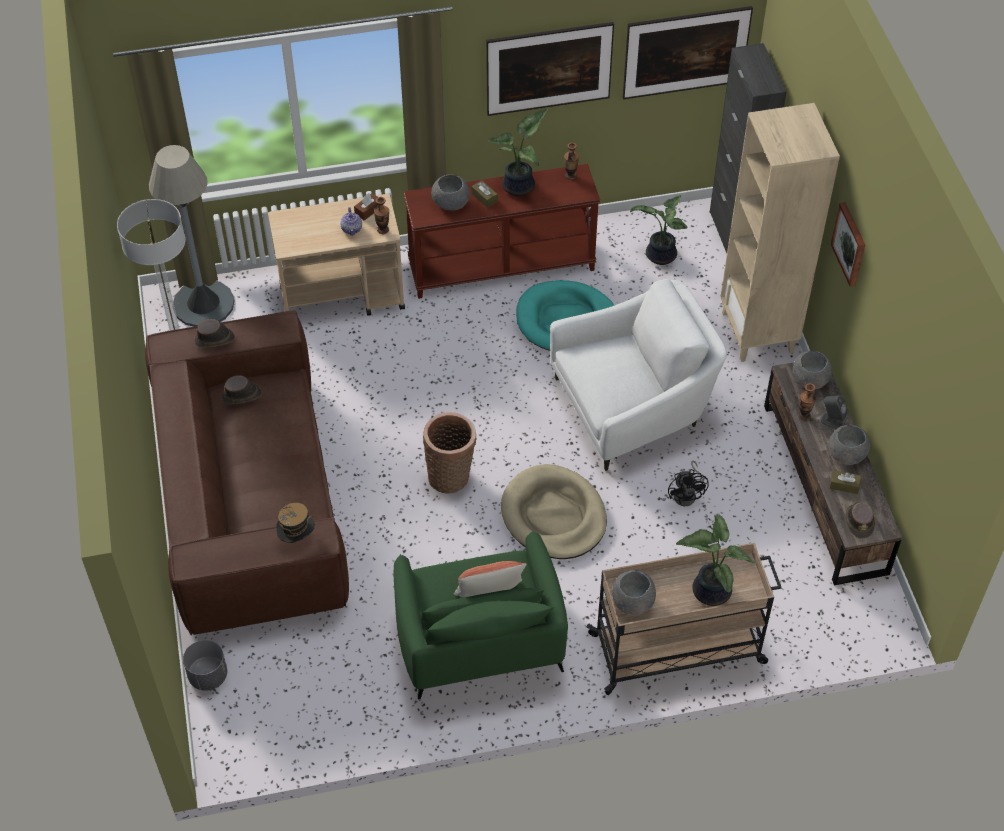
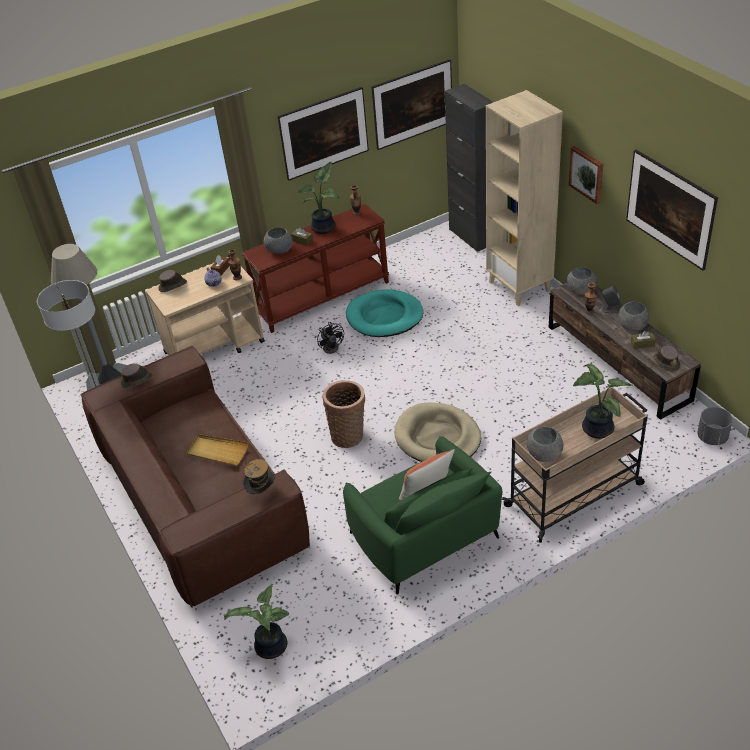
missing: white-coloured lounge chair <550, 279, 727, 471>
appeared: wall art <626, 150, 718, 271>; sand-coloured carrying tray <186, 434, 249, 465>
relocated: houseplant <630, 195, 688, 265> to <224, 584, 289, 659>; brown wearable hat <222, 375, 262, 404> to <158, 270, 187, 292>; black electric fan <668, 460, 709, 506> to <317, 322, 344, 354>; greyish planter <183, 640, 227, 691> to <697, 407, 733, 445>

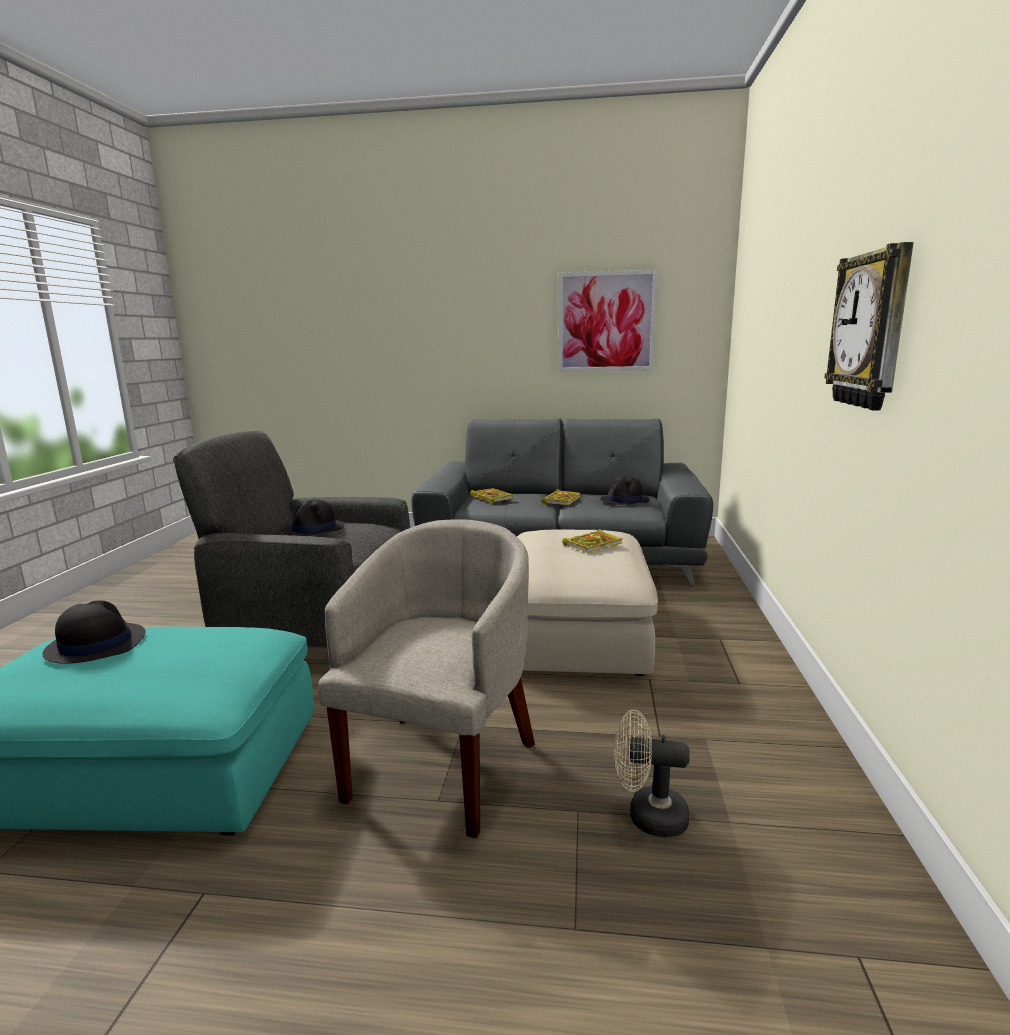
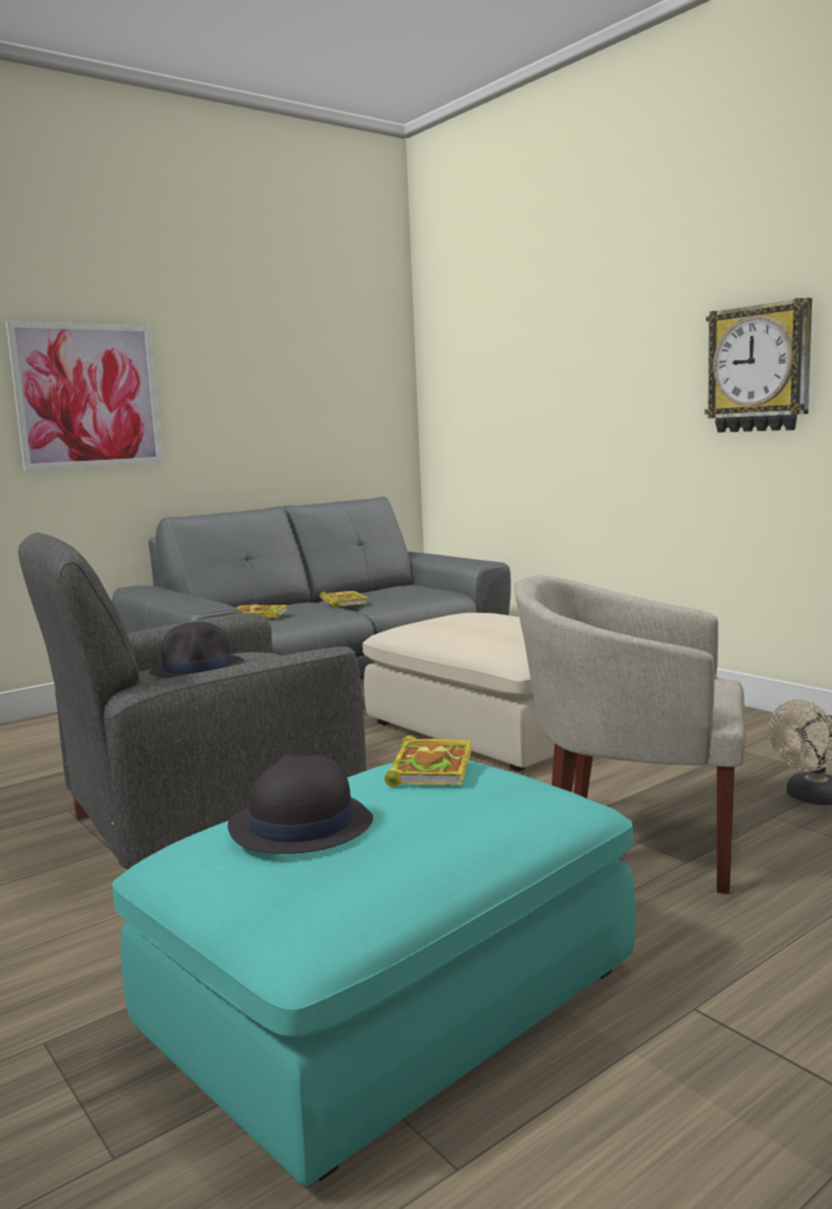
missing: black wearable hat <601, 476, 650, 505>
relocated: wall art <558, 270, 658, 372> to <6, 321, 163, 471>; volume <562, 529, 623, 553> to <384, 735, 472, 787>
spun: sand-coloured lounge chair <318, 519, 535, 838> = <514, 575, 745, 894> 45 degrees counterclockwise

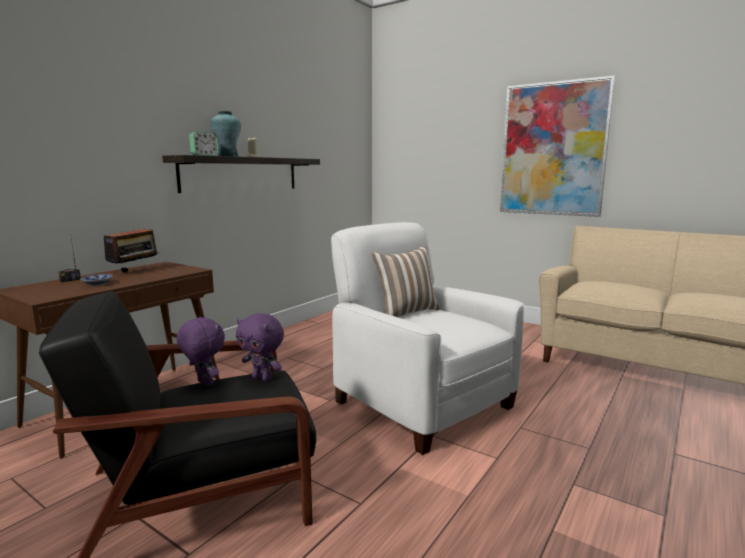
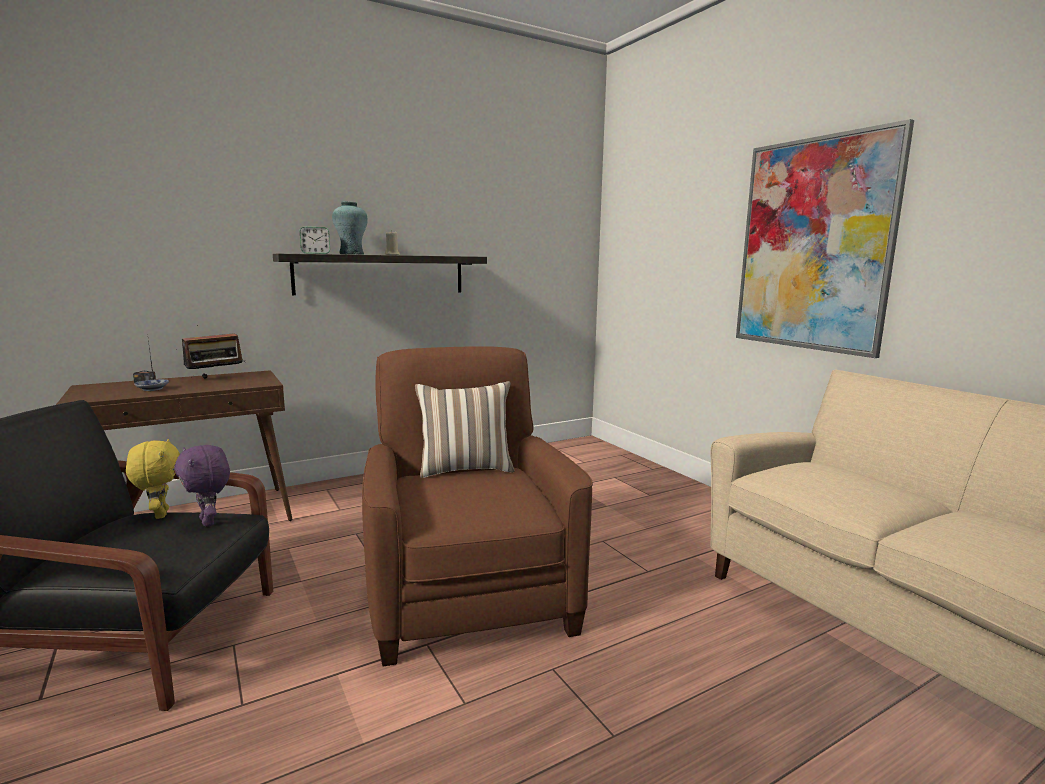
colour: white-coloured lounge chair <331, 222, 524, 455> to brown lounge chair <362, 346, 593, 667>; purple soft toy <177, 317, 225, 386> to yellow-coloured soft toy <126, 439, 180, 519>

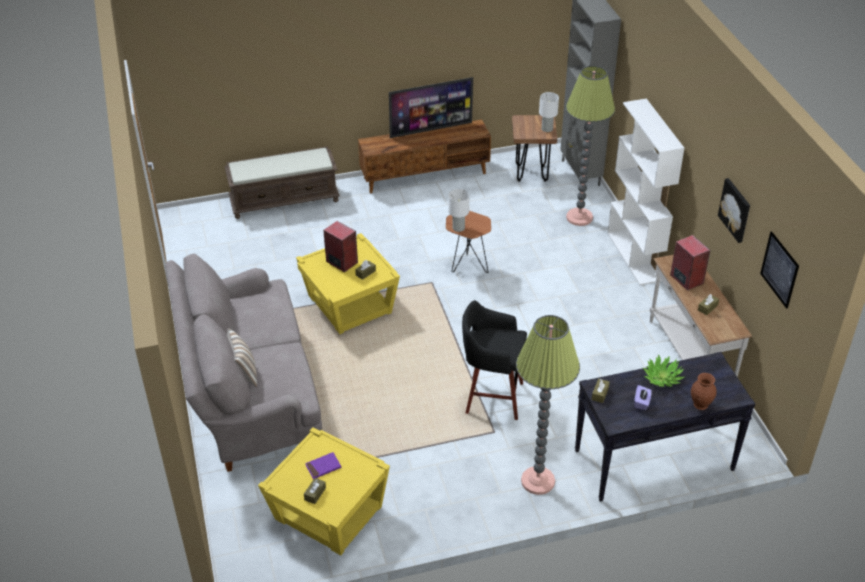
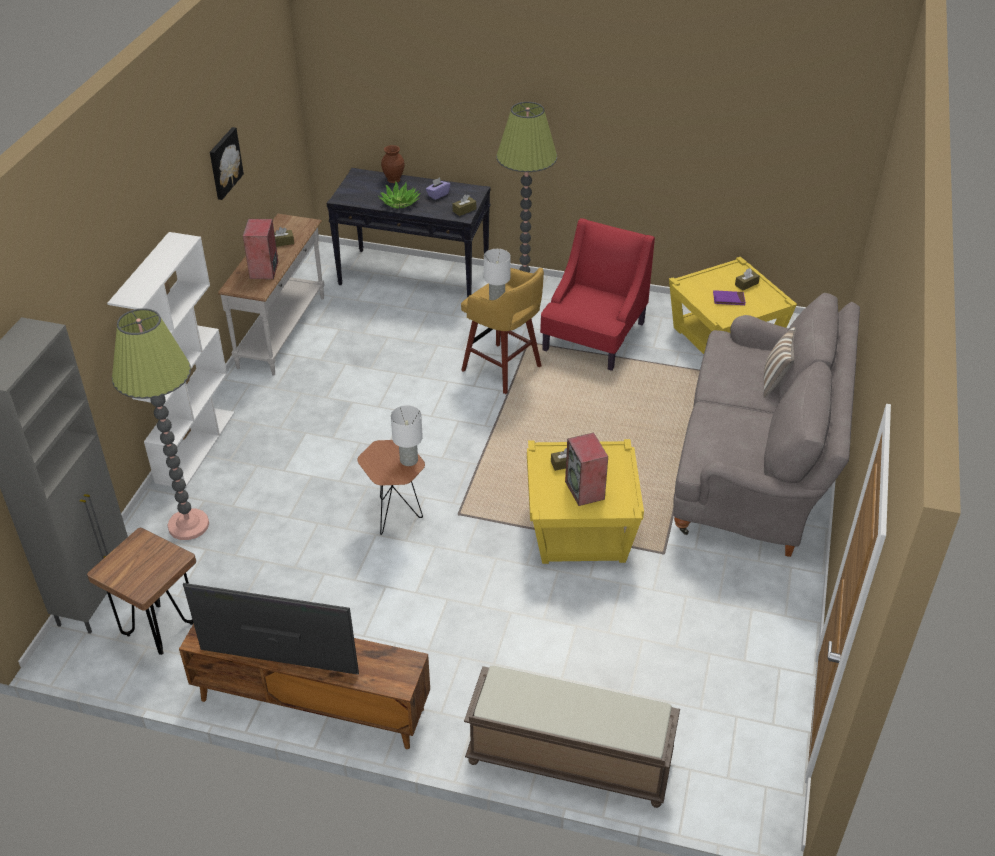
missing: wall art <760, 231, 799, 309>
appeared: red lounge chair <540, 218, 655, 371>
relocated: white-coloured lamp for a table <539, 92, 559, 132> to <484, 249, 511, 300>
colour: black sitting stool <462, 300, 527, 420> to yellow-coloured sitting stool <461, 268, 544, 394>

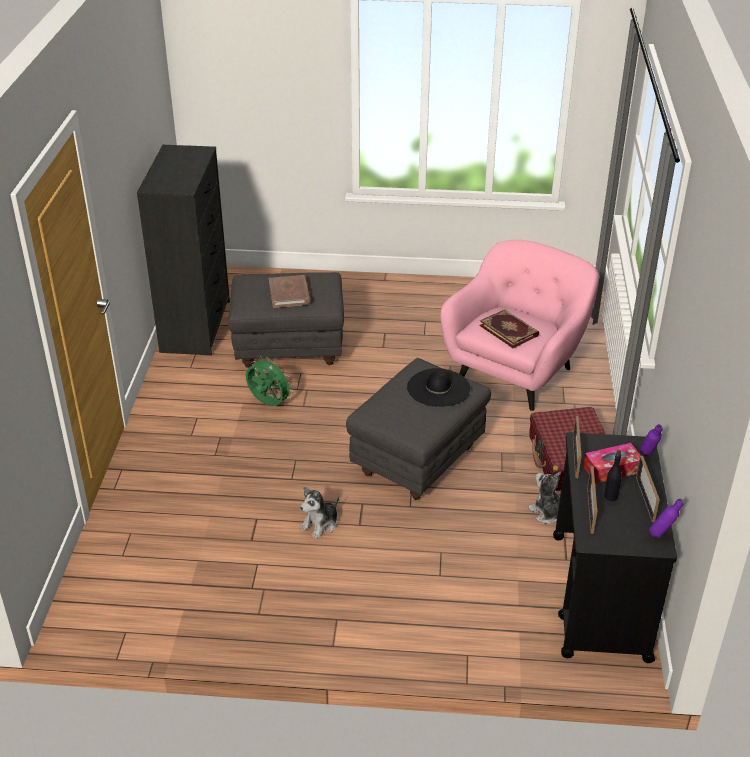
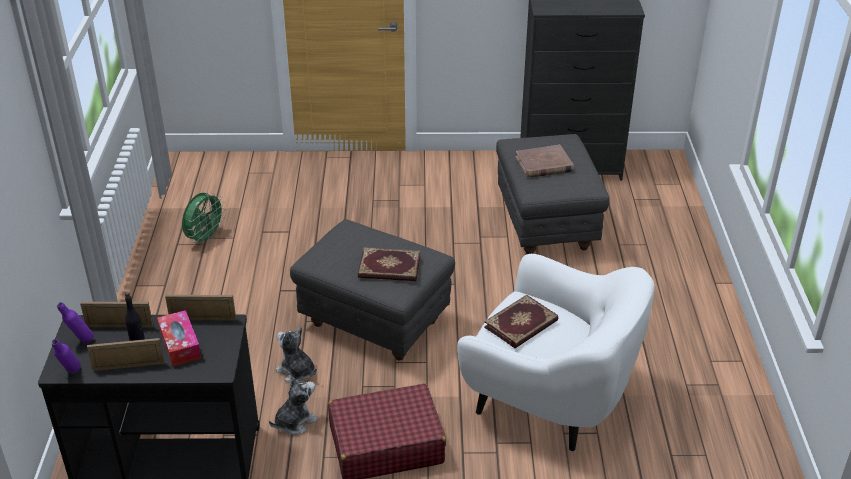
relocated: green-coloured electric fan <246, 356, 293, 406> to <182, 192, 226, 245>; purple bottle <640, 424, 663, 456> to <57, 302, 94, 344>; soft toy <300, 487, 339, 539> to <275, 326, 317, 383>
exchanged: black wearable hat <407, 368, 470, 407> to volume <358, 247, 421, 281>
colour: pink-coloured lounge chair <440, 240, 599, 411> to white-coloured lounge chair <457, 254, 655, 451>

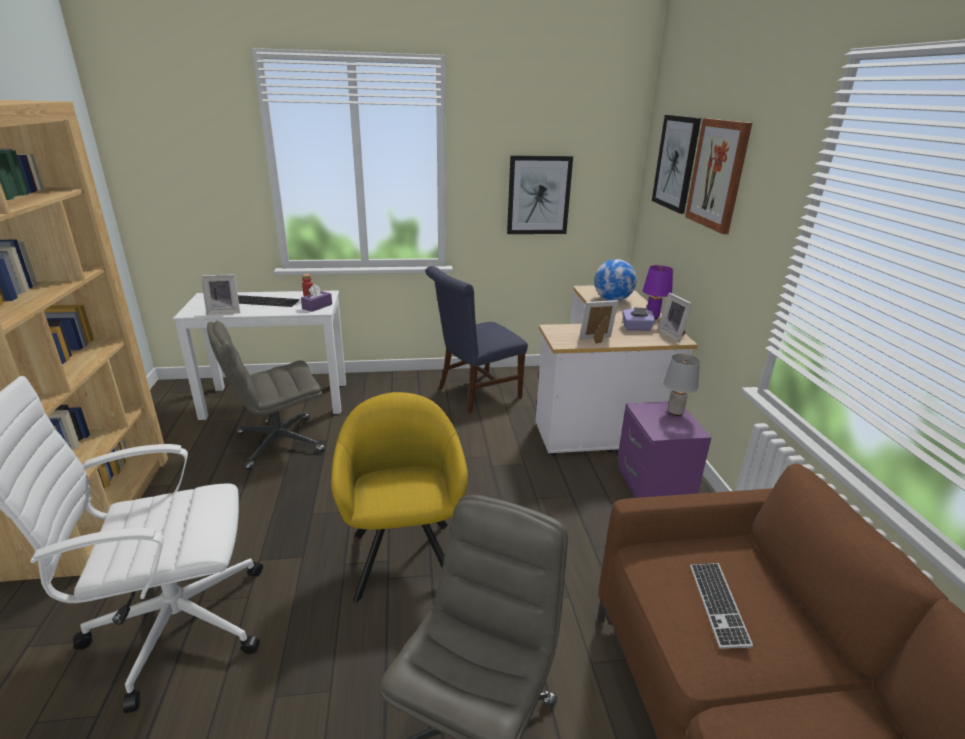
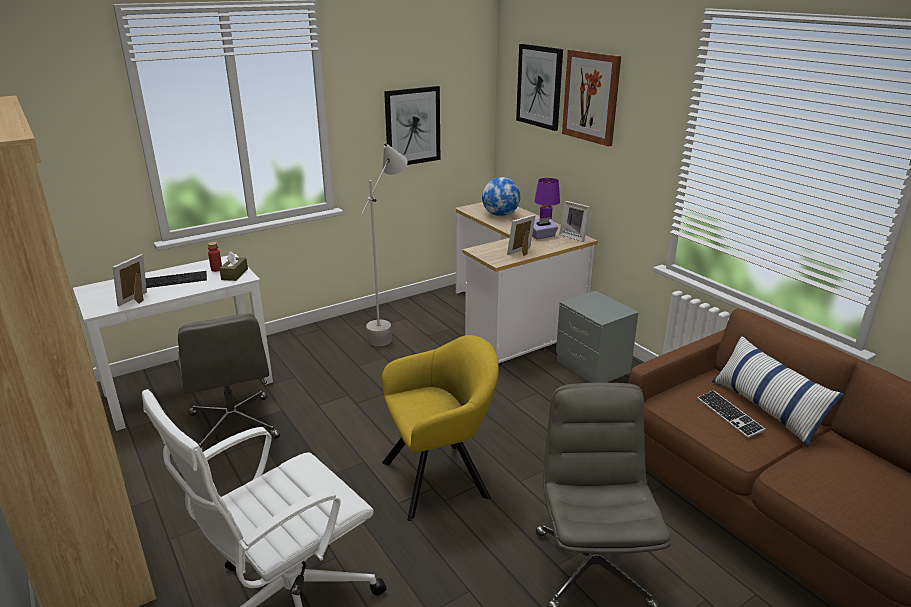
missing: greyish lamp for a table <663, 354, 700, 416>
appeared: pillow <712, 336, 844, 447>
exchanged: blue-coloured plain chair <425, 266, 528, 413> to greyish standard lamp <362, 143, 407, 346>
colour: purple box of tissues <301, 284, 332, 312> to brown box of tissues <219, 251, 248, 281>; purple bedside table <617, 401, 712, 498> to greyish bedside table <556, 291, 639, 383>
spun: standing frame <201, 274, 240, 314> = <112, 254, 147, 306> 150 degrees clockwise; greyish desk chair <207, 321, 325, 470> = <178, 314, 280, 452> 60 degrees counterclockwise; yellow-coloured lounge chair <331, 392, 468, 602> = <382, 335, 499, 521> 105 degrees clockwise

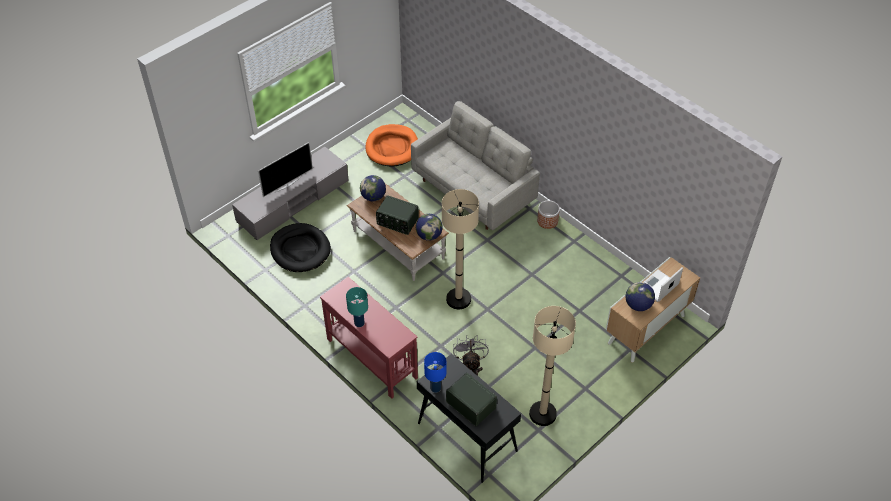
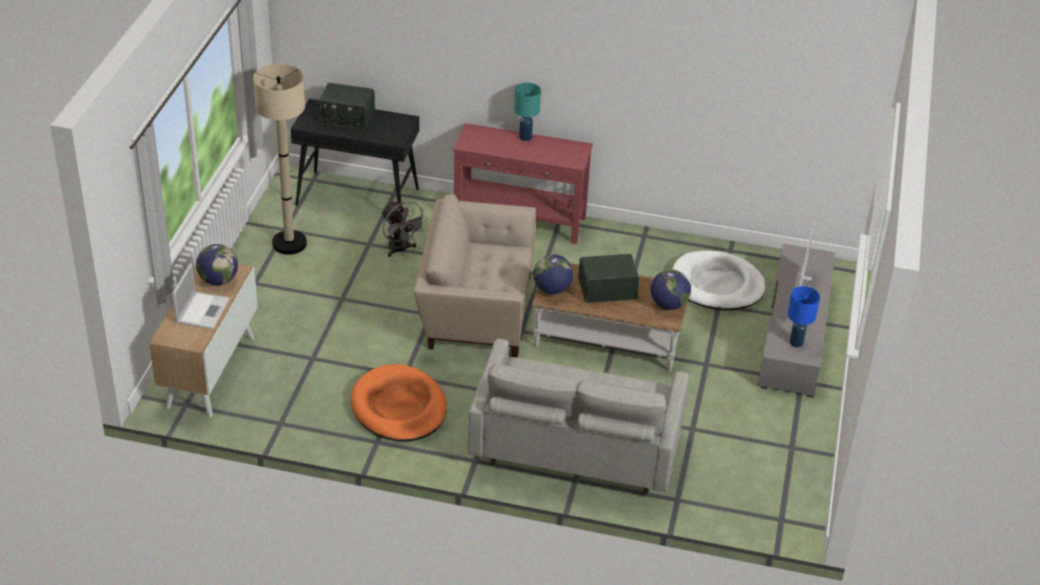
missing: planter <537, 200, 560, 229>
relocated: orangey dog cushion <365, 124, 418, 167> to <350, 364, 447, 441>; blue-coloured lamp for a table <424, 352, 446, 393> to <788, 286, 820, 347>
exchanged: sand-coloured standard lamp <442, 189, 479, 309> to sand-coloured lounge chair <414, 194, 536, 357>
colour: black dog cushion <270, 223, 331, 272> to white-coloured dog cushion <673, 251, 766, 311>

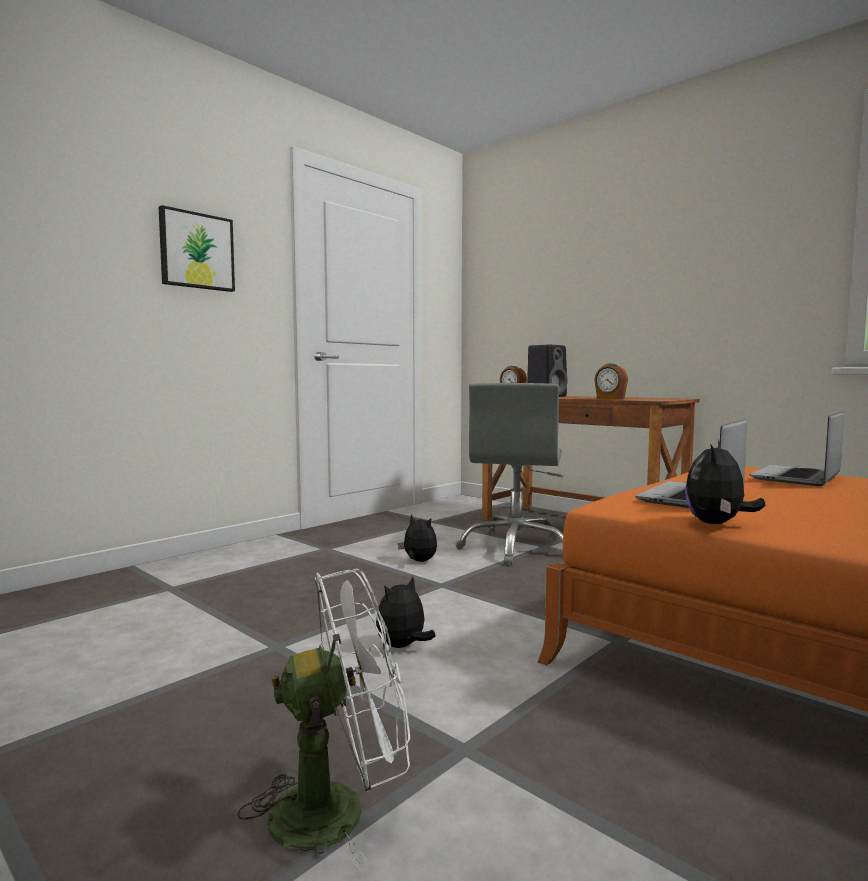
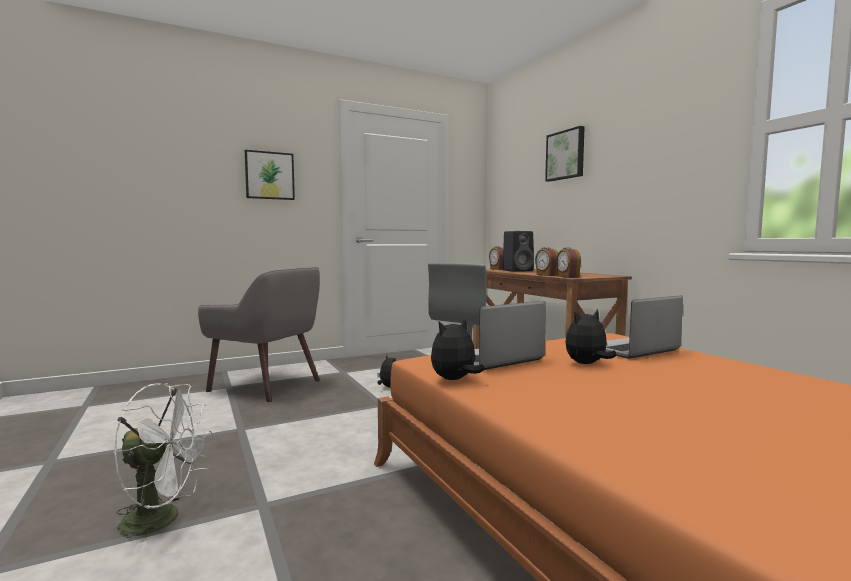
appeared: wall art <545, 126, 585, 182>; bedside clock <557, 248, 581, 278>; greyish lounge chair <198, 266, 320, 402>
relocated: soft toy <376, 577, 436, 648> to <565, 309, 617, 364>

